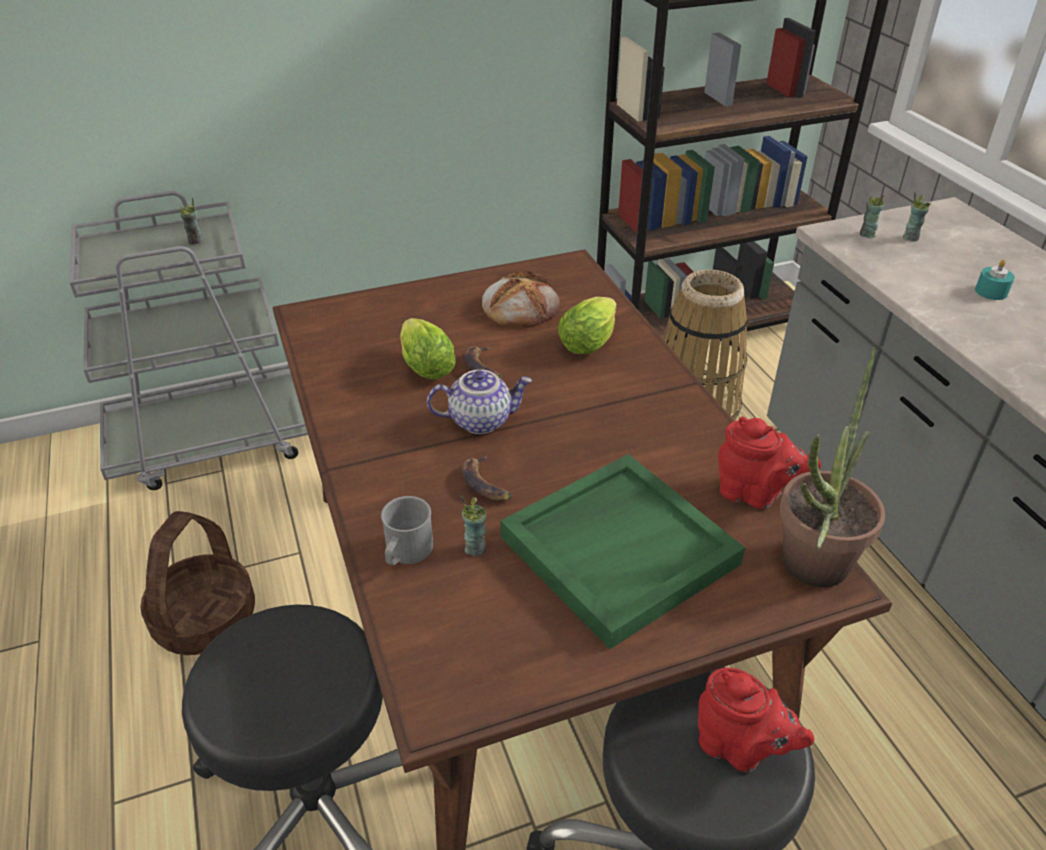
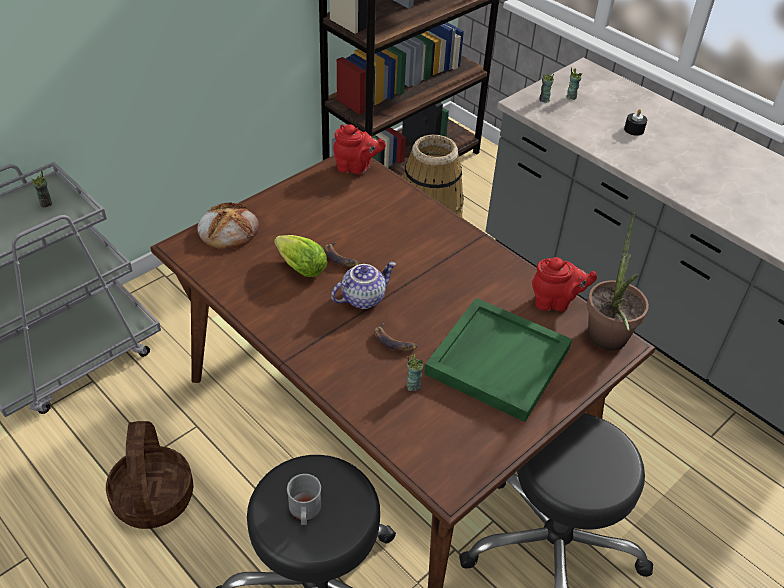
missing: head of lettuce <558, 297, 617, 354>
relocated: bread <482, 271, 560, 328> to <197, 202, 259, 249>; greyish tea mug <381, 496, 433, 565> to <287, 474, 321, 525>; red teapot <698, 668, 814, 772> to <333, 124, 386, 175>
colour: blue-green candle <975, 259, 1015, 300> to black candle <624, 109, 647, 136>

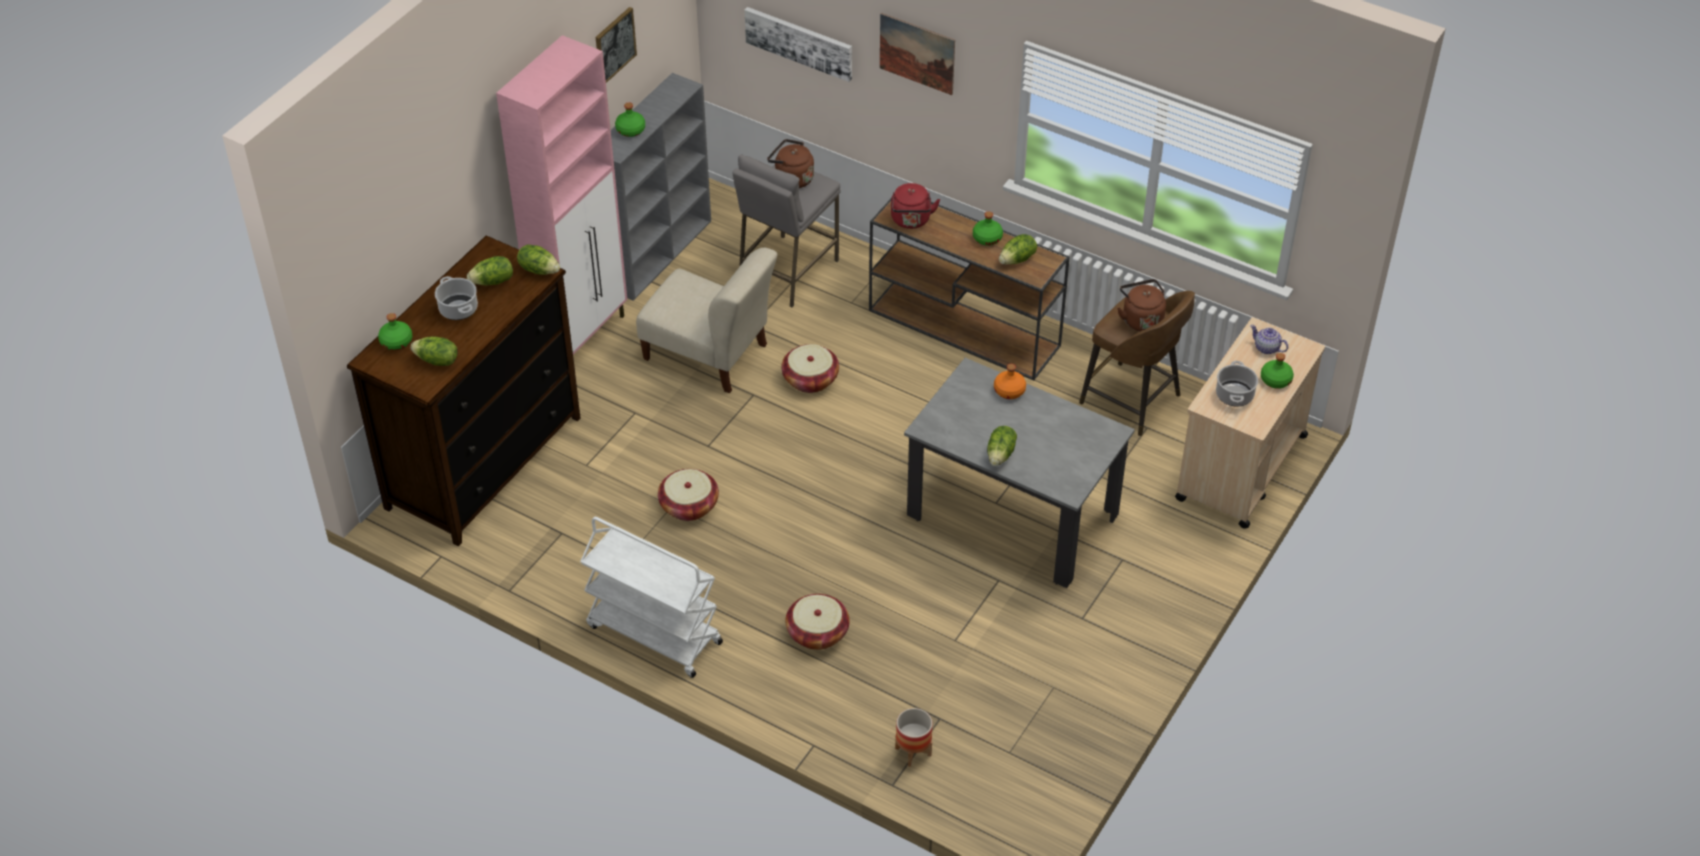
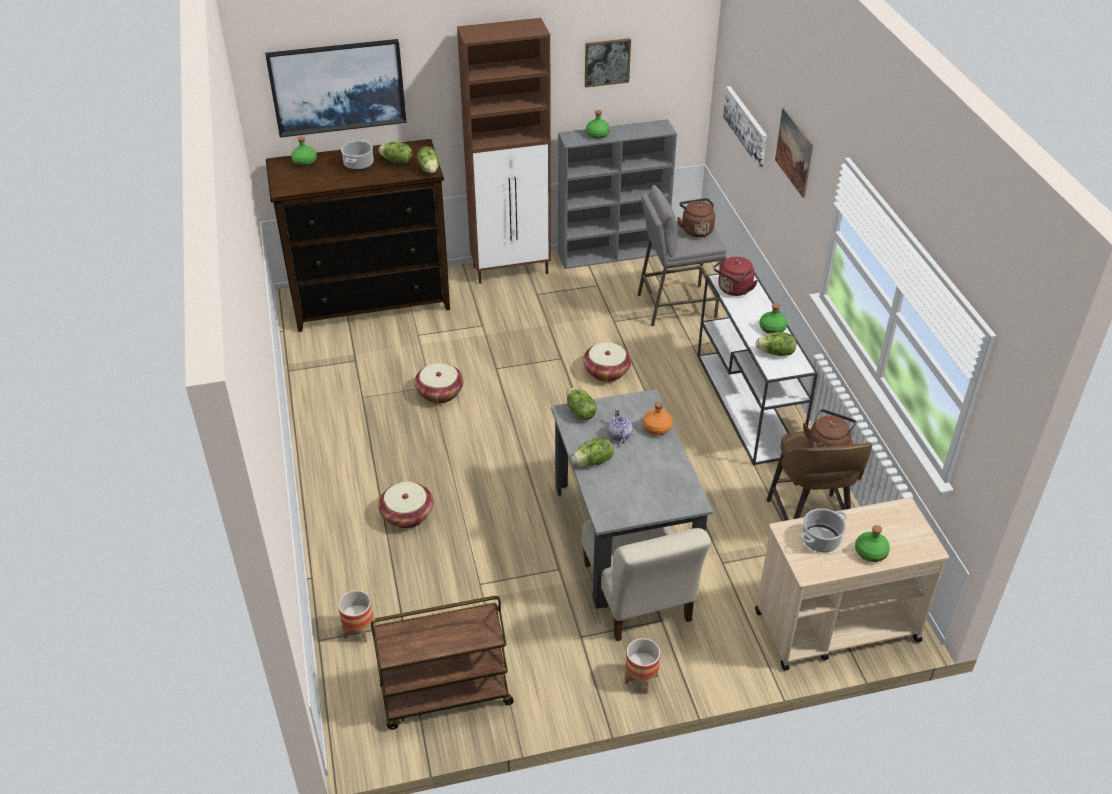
missing: white-coloured cart <580, 517, 723, 678>
appeared: wall art <265, 39, 407, 138>; brown cart <371, 596, 514, 730>; planter <625, 638, 660, 694>
relocated: sand-coloured plain chair <636, 248, 777, 393> to <582, 520, 711, 641>; teapot <1250, 325, 1288, 354> to <608, 408, 633, 444>; head of lettuce <411, 336, 457, 366> to <567, 388, 596, 420>
colour: pink-coloured storage cabinet <496, 35, 627, 355> to brown storage cabinet <457, 18, 551, 284>; brown hall table <869, 198, 1070, 380> to white-coloured hall table <697, 273, 818, 465>

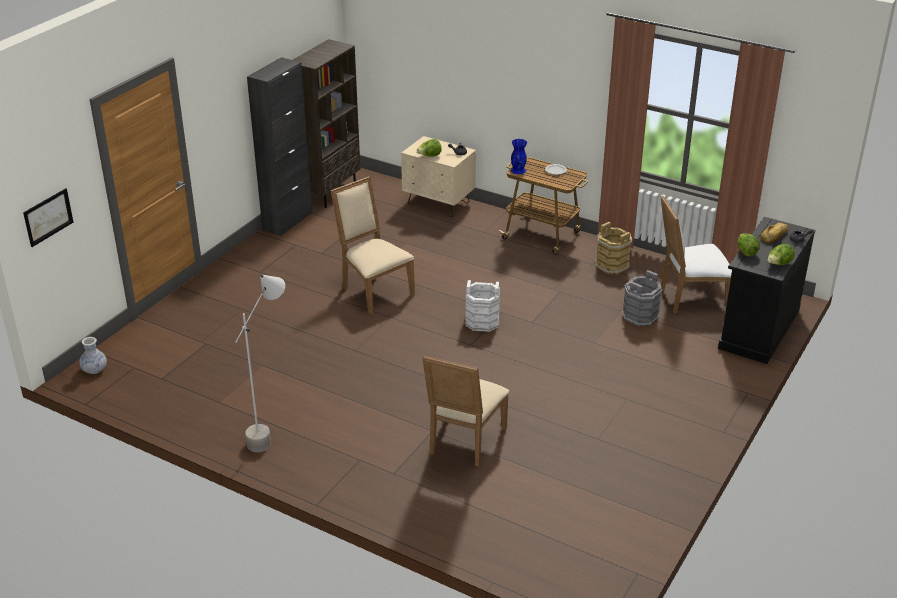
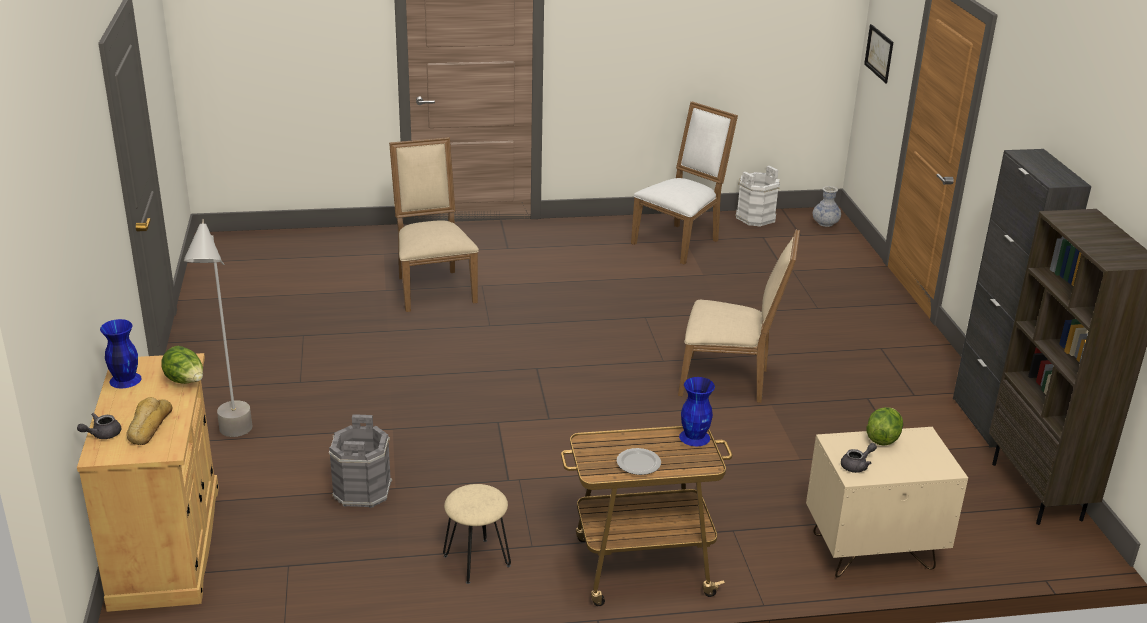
relocated: white-coloured plain chair <660, 196, 732, 314> to <631, 102, 738, 264>; greyish standard lamp <236, 274, 285, 452> to <183, 219, 252, 437>; white-coloured water bucket <465, 280, 500, 332> to <735, 165, 780, 227>
exchanged: brown water bucket <596, 222, 632, 274> to sand-coloured sitting stool <443, 484, 511, 584>; head of lettuce <767, 244, 795, 265> to blue-coloured vase <100, 319, 141, 388>
colour: black storage cabinet <718, 217, 815, 364> to sand-coloured storage cabinet <77, 353, 219, 612>

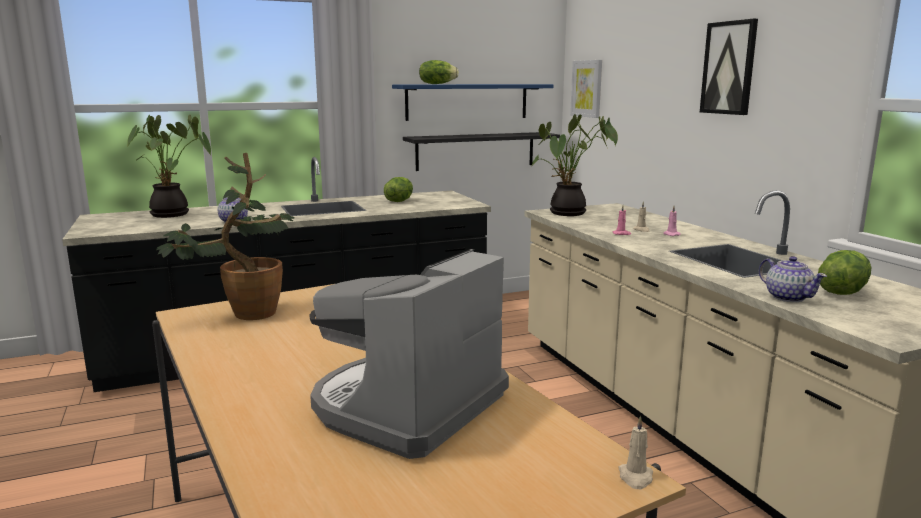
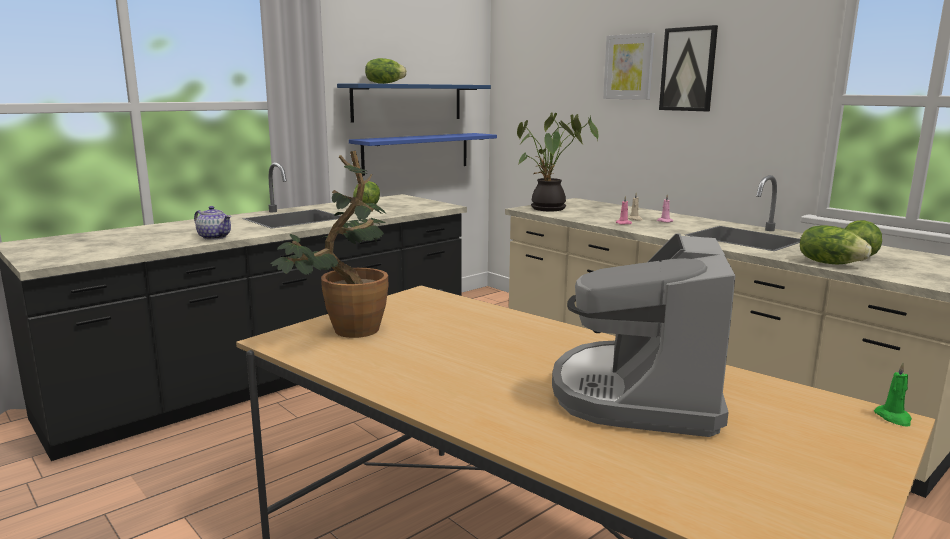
missing: houseplant <127, 115, 211, 218>
relocated: wall art <570, 60, 602, 118> to <603, 33, 655, 100>
exchanged: teapot <759, 256, 827, 302> to head of lettuce <800, 225, 872, 264>
colour: black shelf <403, 132, 560, 171> to blue-coloured shelf <349, 133, 497, 176>; sand-coloured candle <618, 416, 653, 489> to green-coloured candle <874, 363, 912, 427>

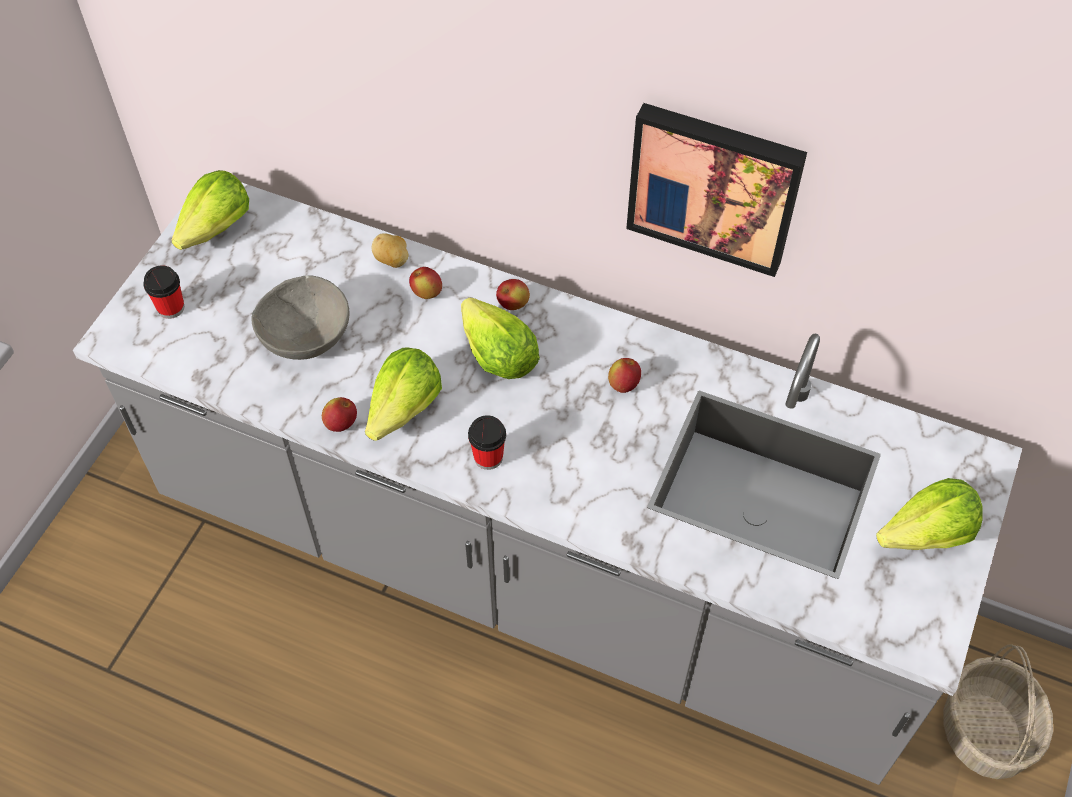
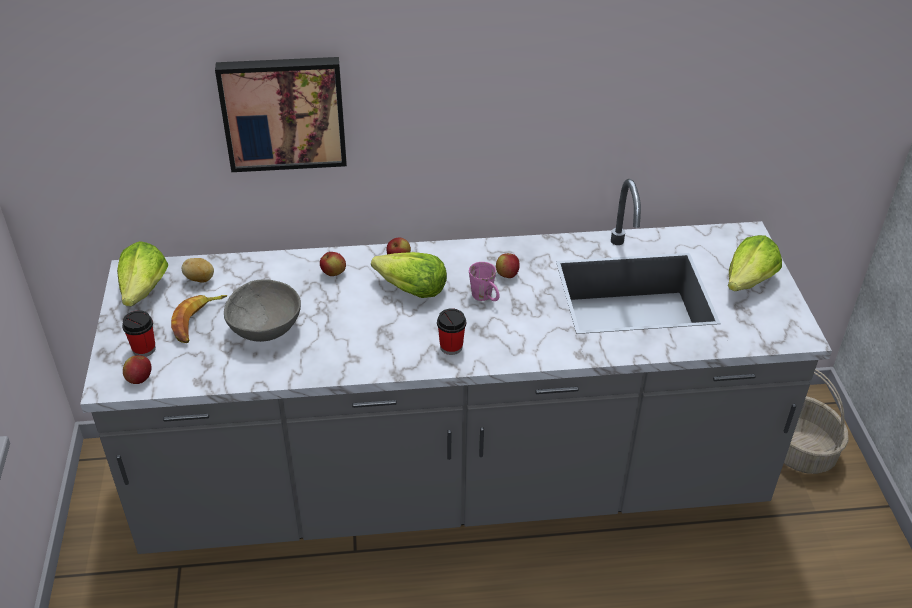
missing: head of lettuce <365, 347, 442, 441>
appeared: pink-coloured tea mug <469, 262, 500, 301>; banana fruit <171, 295, 227, 343>
relocated: wall art <626, 103, 807, 277> to <215, 57, 347, 172>; potato <372, 233, 409, 268> to <182, 258, 214, 283>; whole apple <322, 397, 357, 432> to <123, 355, 152, 384>

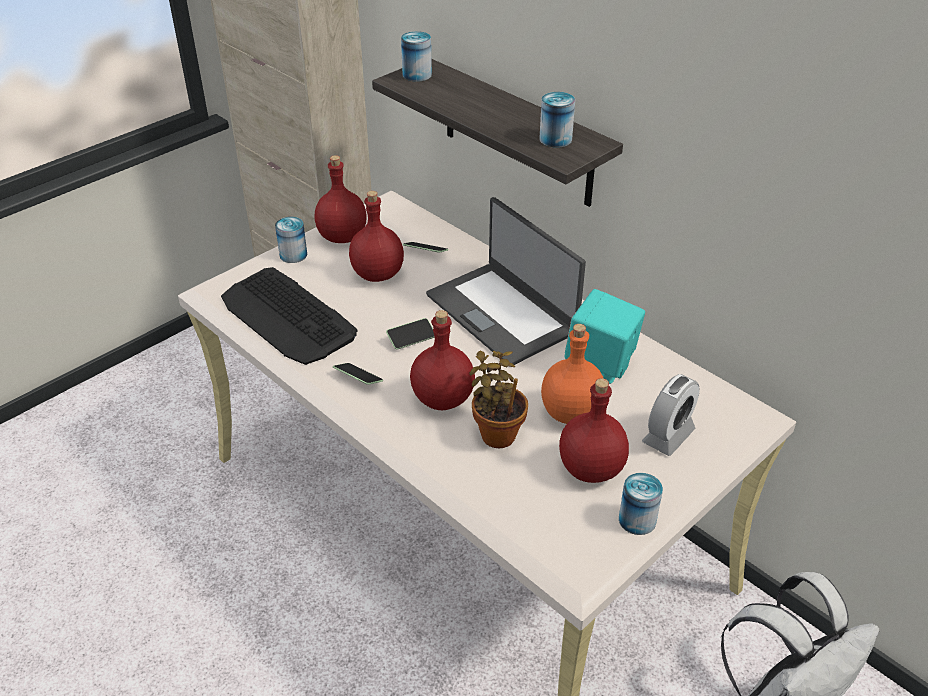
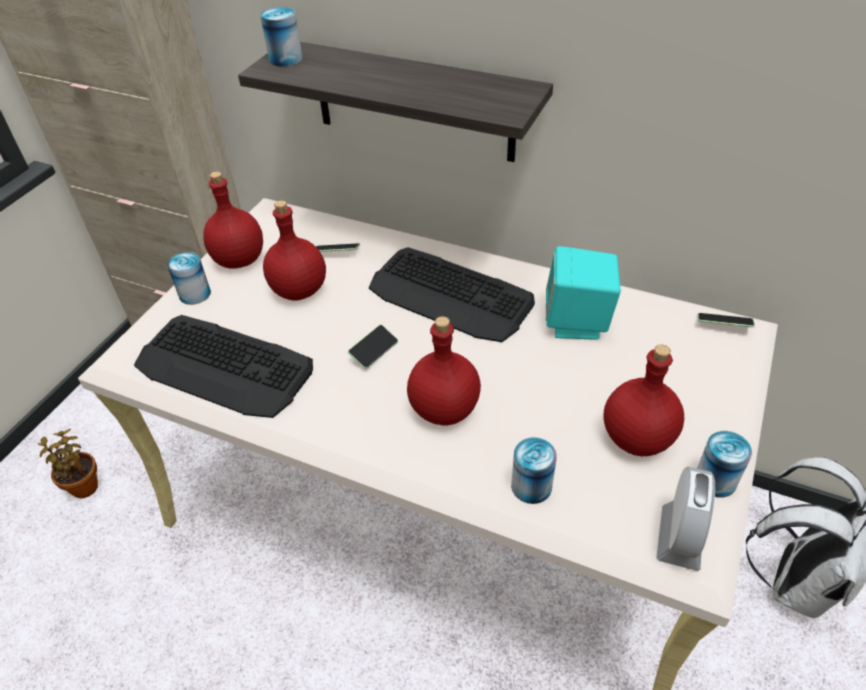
missing: orangey bottle <541, 324, 604, 424>
relocated: sealed can <539, 92, 575, 148> to <511, 437, 557, 504>; houseplant <470, 351, 528, 448> to <38, 429, 98, 498>; phone <333, 363, 383, 385> to <698, 313, 755, 327>; bedside clock <642, 374, 700, 456> to <656, 467, 715, 571>
exchanged: portable computer <426, 197, 586, 365> to computer keyboard <369, 247, 535, 342>

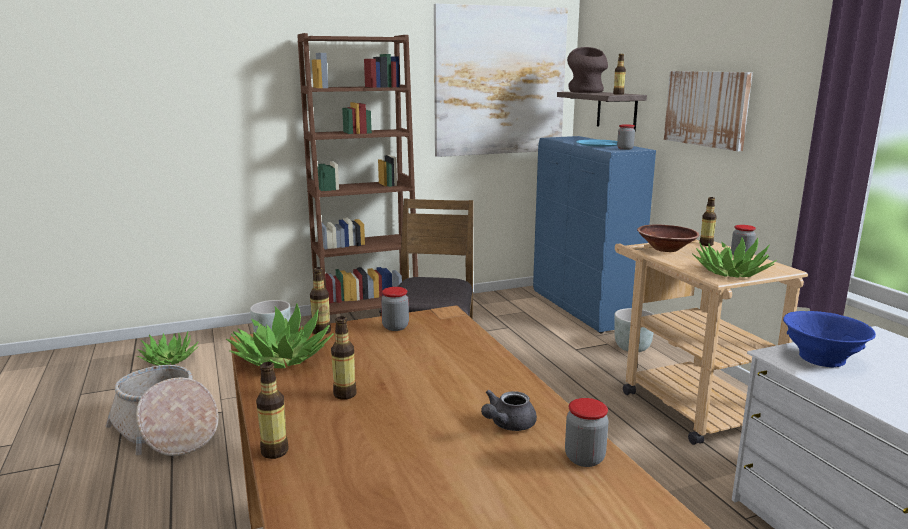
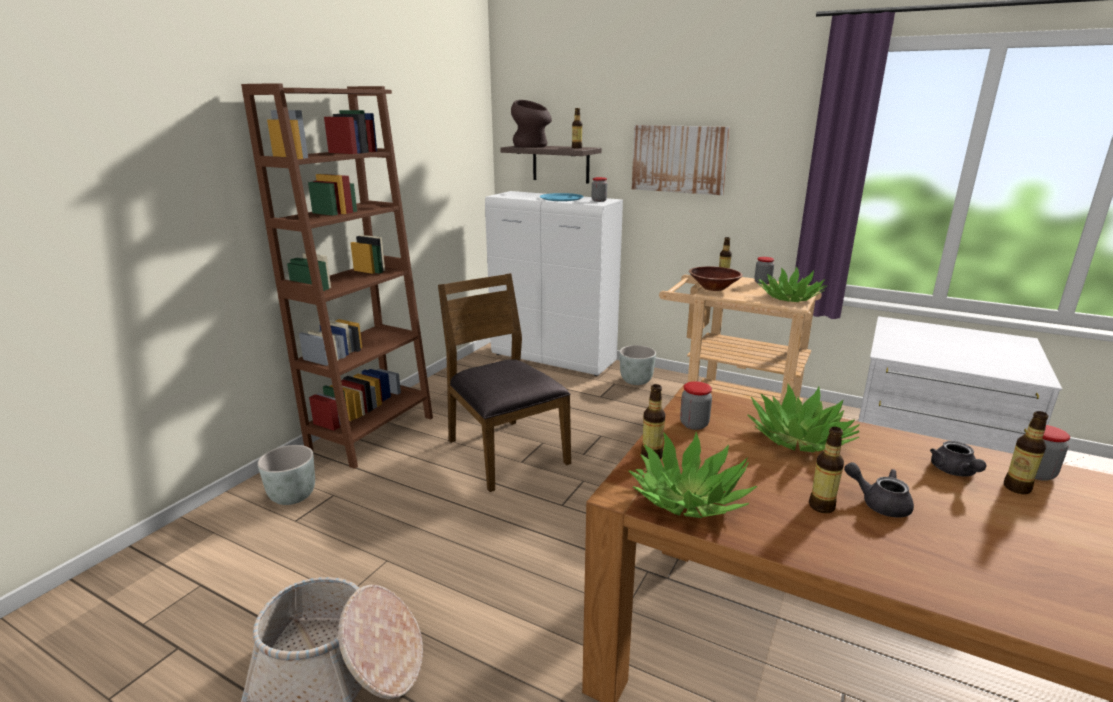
missing: wall art <434, 4, 568, 157>; blue-coloured bowl <783, 311, 876, 368>
appeared: greyish teapot <844, 462, 914, 518>
relocated: houseplant <137, 331, 199, 366> to <748, 384, 859, 452>; bottle <256, 362, 289, 459> to <1004, 411, 1049, 494>
colour: blue-coloured storage cabinet <533, 136, 656, 333> to white-coloured storage cabinet <485, 191, 623, 376>

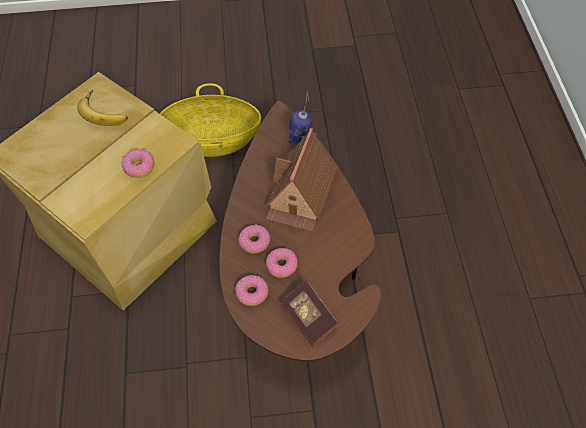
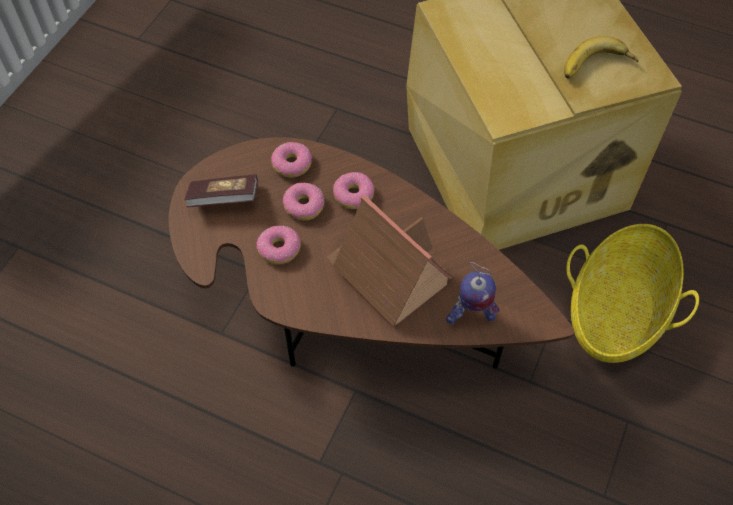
relocated: doughnut <122, 149, 154, 178> to <257, 225, 301, 265>

